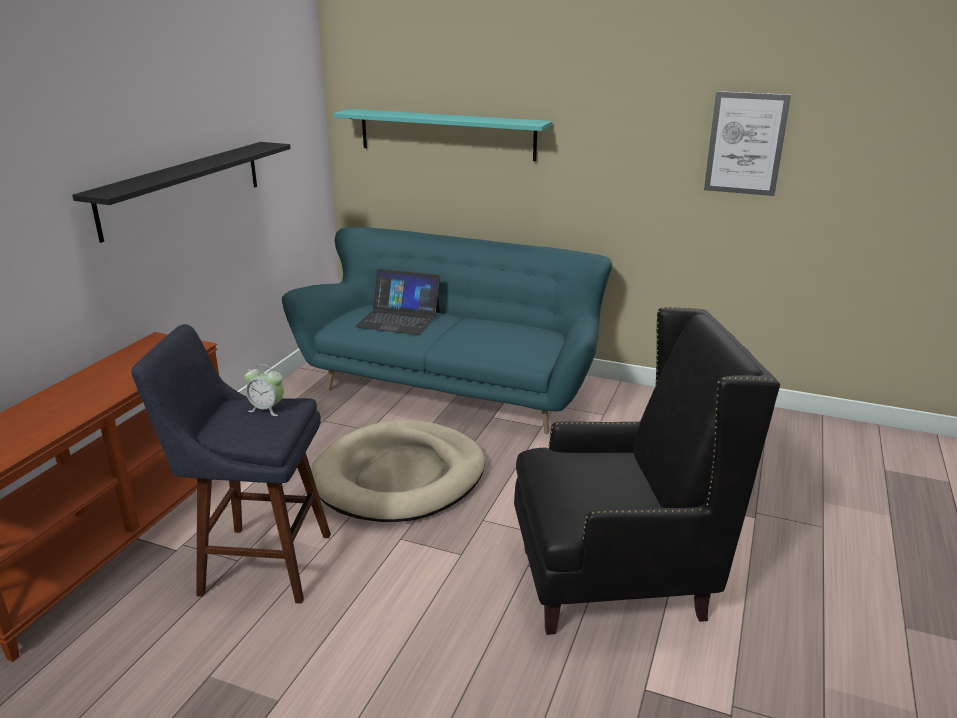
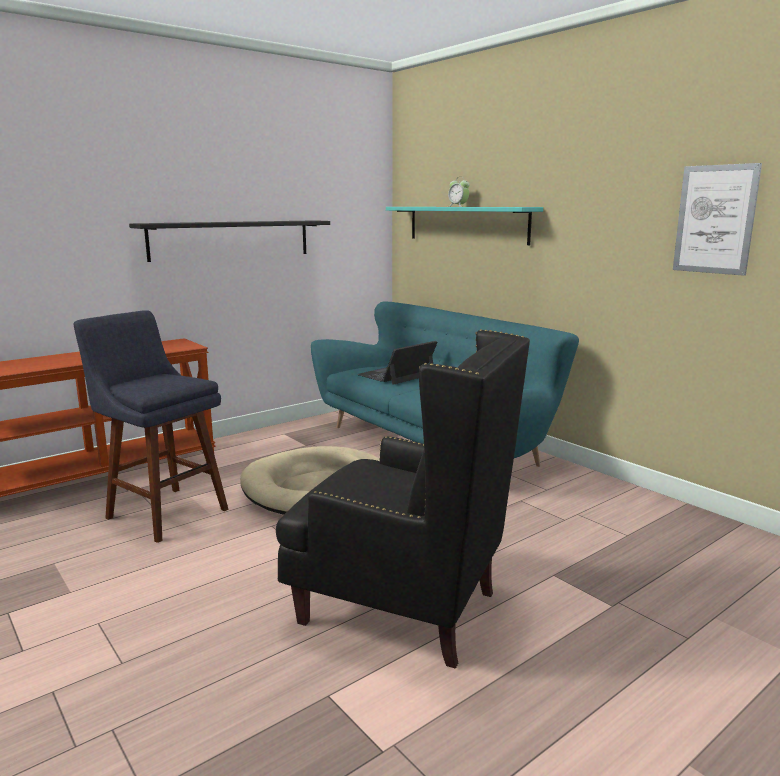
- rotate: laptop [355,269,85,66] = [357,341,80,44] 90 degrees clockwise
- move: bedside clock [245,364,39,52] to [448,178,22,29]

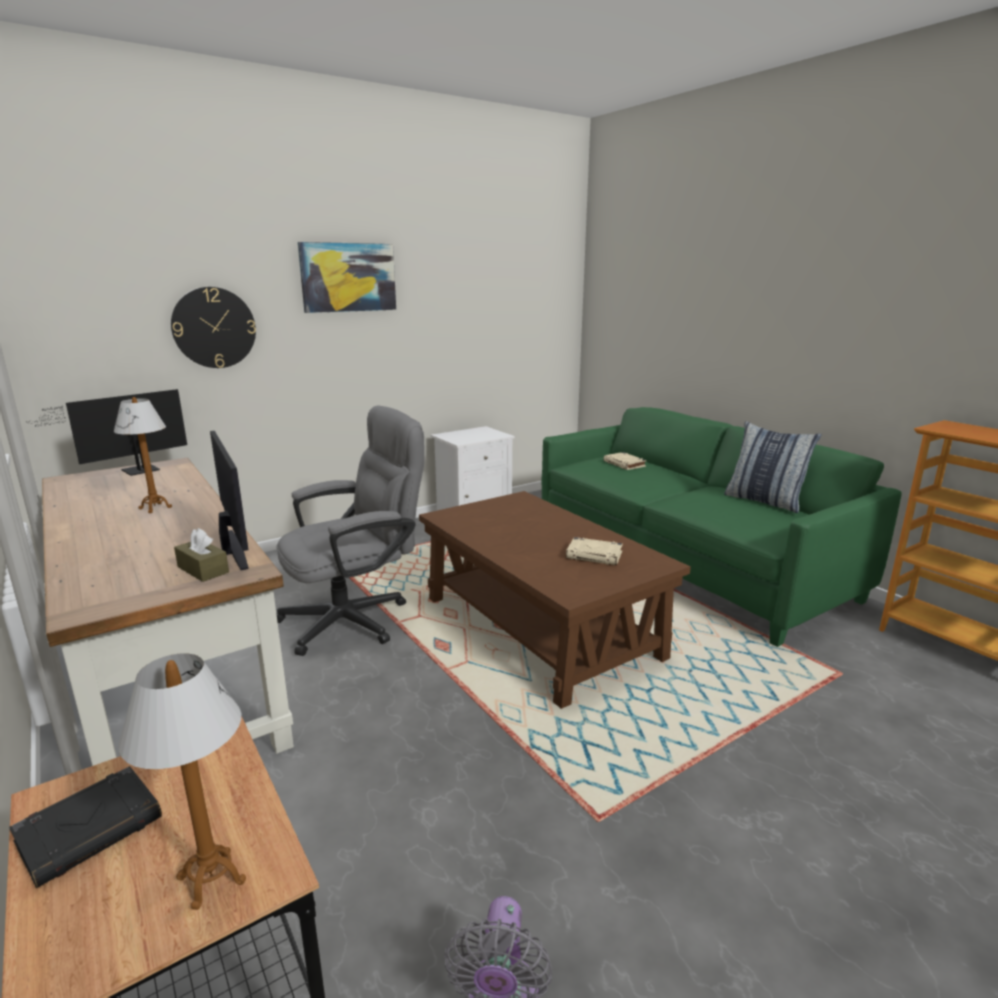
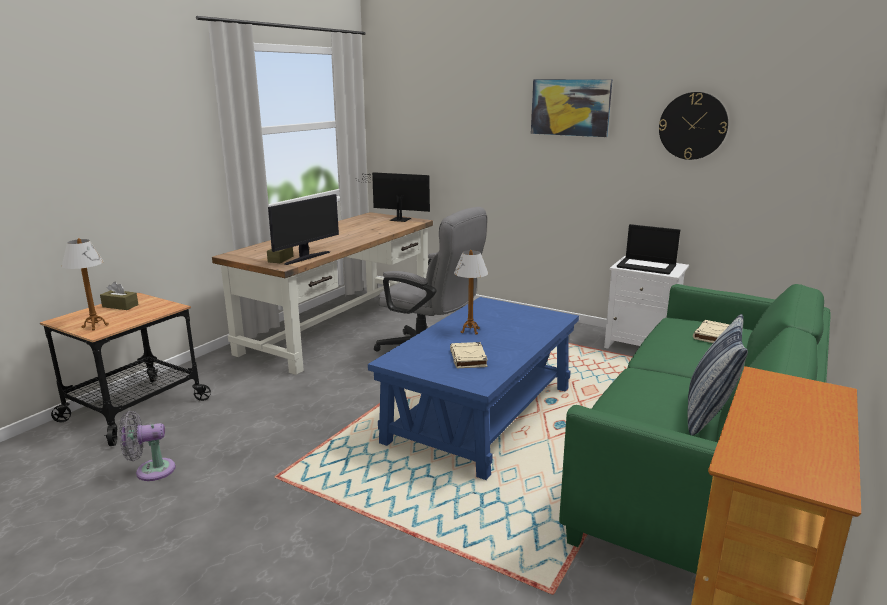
- replace: blackish bound book [9,766,153,122] to brown-coloured tissue holder [100,282,39,28]
- recolor: brown-coloured coffee table [419,491,272,218] to blue coffee table [368,297,211,183]
- move: table lamp [114,397,58,116] to [454,250,34,85]
- insert: laptop [617,224,63,51]
- move: hanging clock [171,287,85,81] to [659,92,69,68]

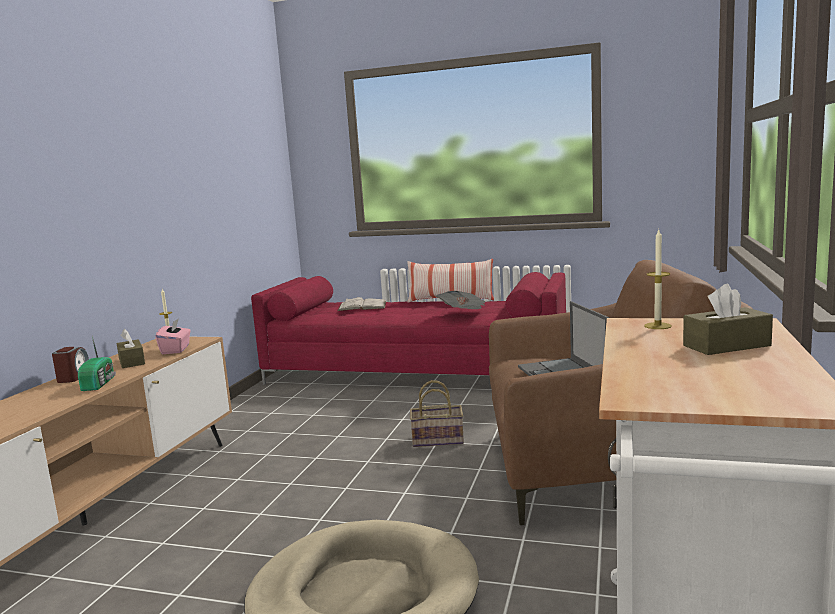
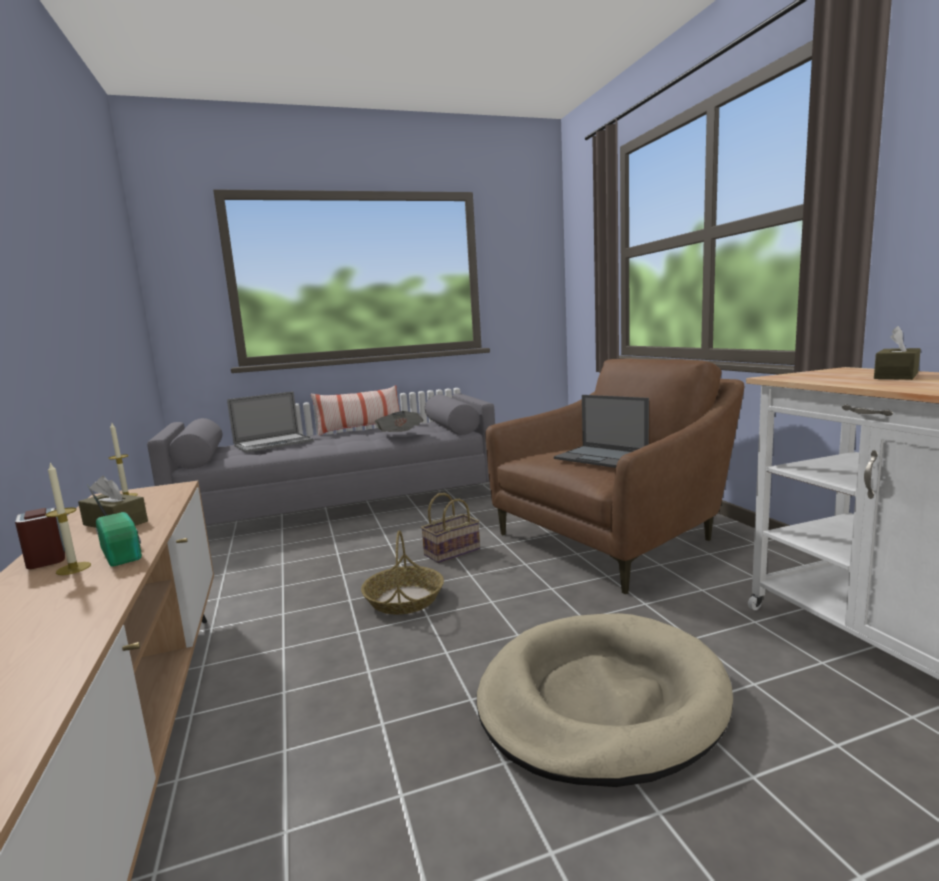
- move: candle [644,230,28,99] to [45,462,46,113]
- recolor: reddish couch [251,272,315,113] to gray couch [147,393,348,132]
- replace: white bound book [337,297,49,14] to laptop [227,391,87,62]
- insert: basket [361,530,83,85]
- delete: pink-coloured tissue holder [155,318,36,36]

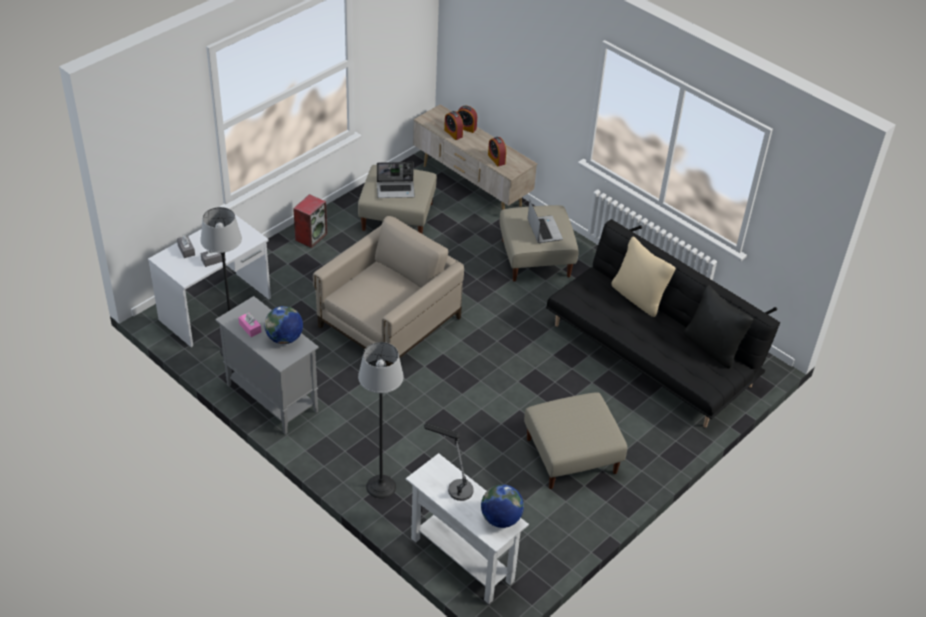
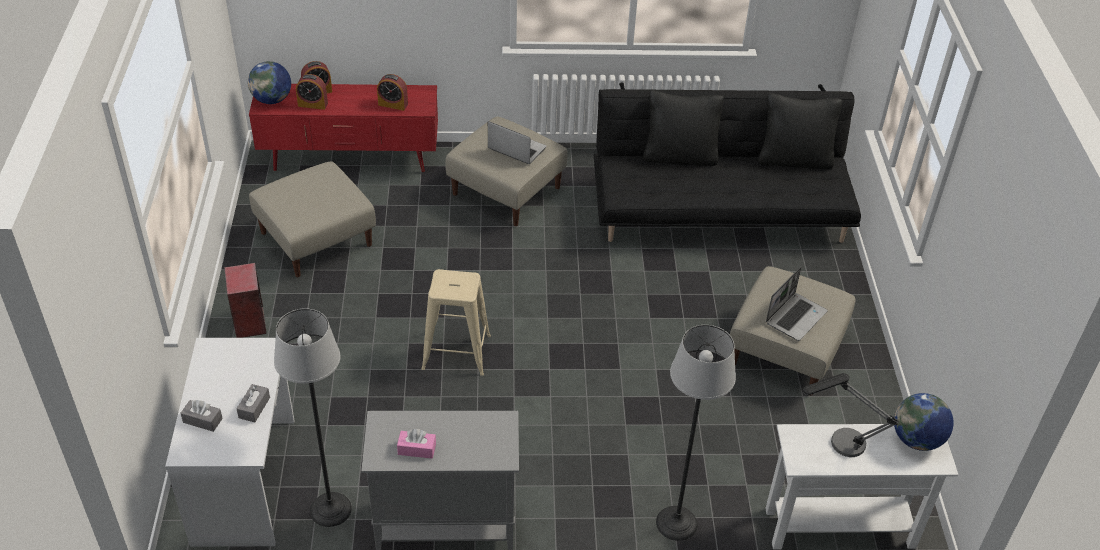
- move: world globe [265,306,38,38] to [248,61,43,43]
- recolor: beige-coloured media console [413,104,125,106] to reddish media console [249,84,189,88]
- replace: beige-coloured easy chair [313,216,151,150] to beige-coloured stool seat [422,269,69,107]
- recolor: beige-coloured cushion [611,236,65,81] to blackish cushion [643,90,81,76]
- move: laptop [377,162,38,36] to [766,267,62,74]

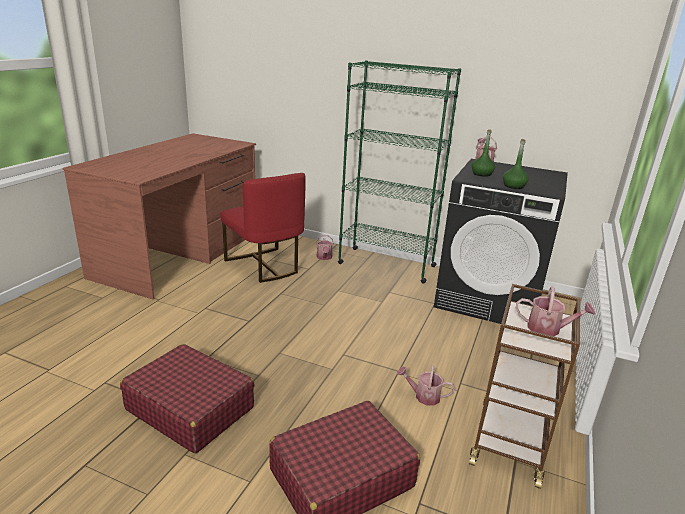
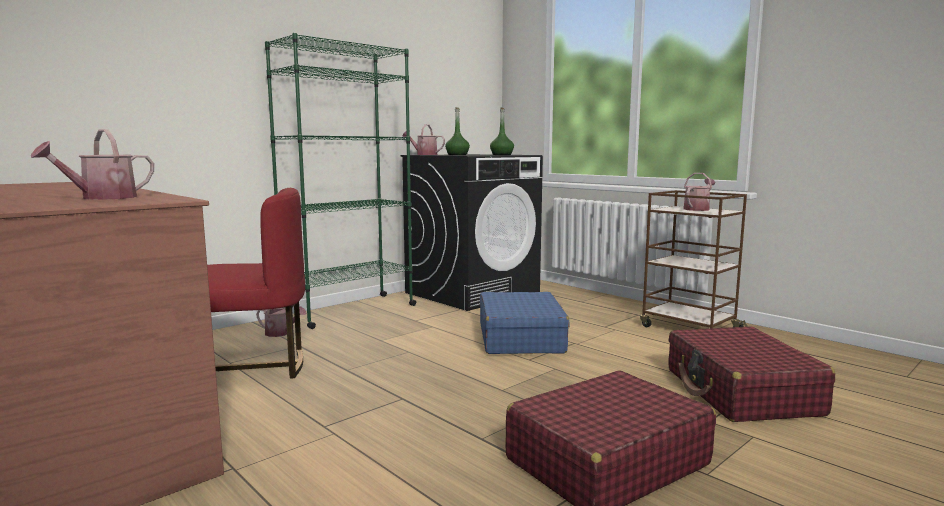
- move: watering pot [397,365,58,41] to [31,129,123,71]
- insert: blue suitcase [480,292,90,62]

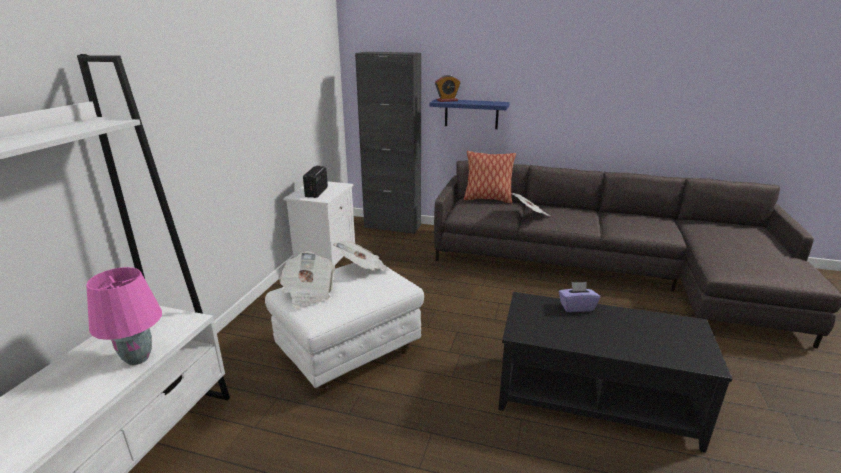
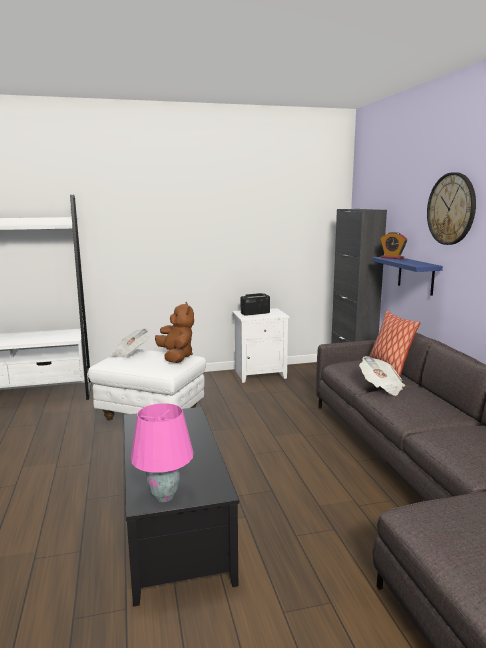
- move: pink-coloured table lamp [86,267,76,98] to [131,403,62,99]
- replace: daily paper [334,241,55,30] to brown-coloured soft toy [155,302,39,61]
- insert: hanging clock [427,172,49,73]
- delete: purple-coloured tissue holder [559,282,41,30]

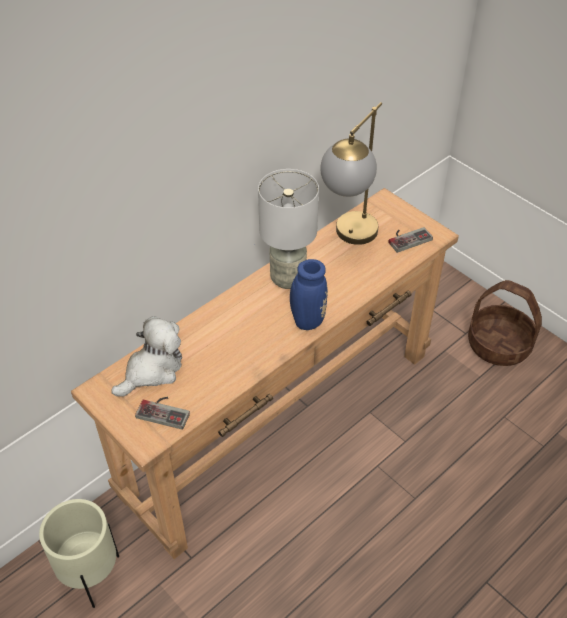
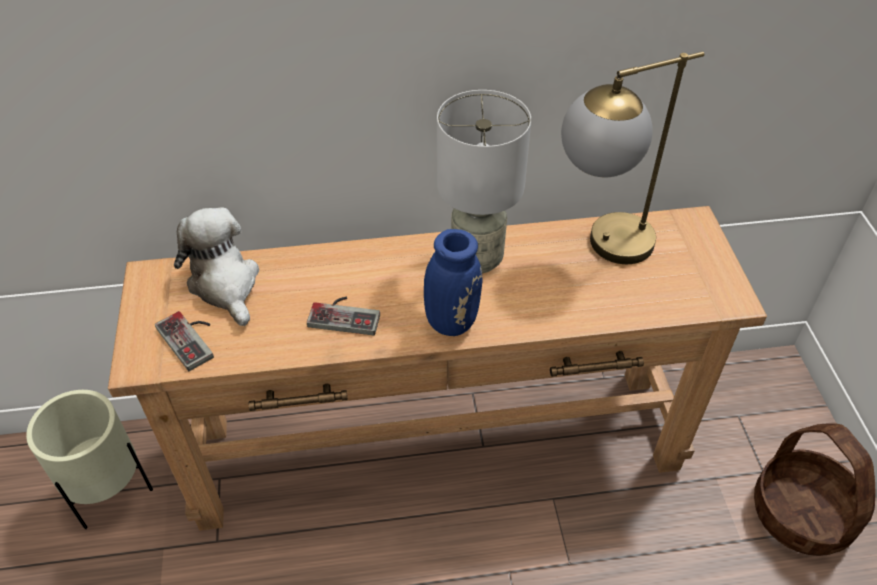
- rotate: soft toy [111,316,71,81] = [174,207,85,119] 105 degrees counterclockwise
- move: game controller [388,227,45,26] to [307,297,73,39]

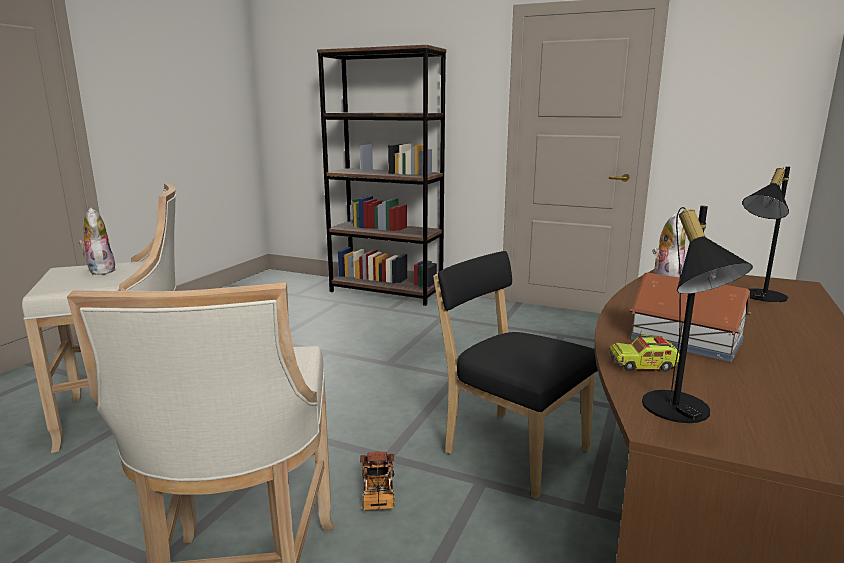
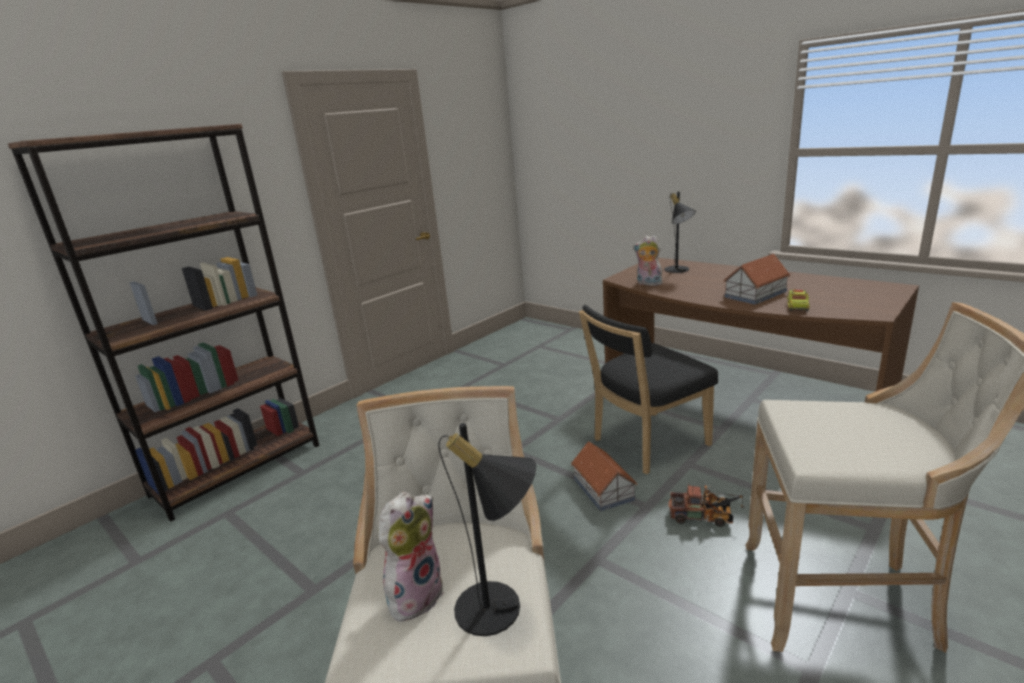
- rotate: soft toy [78,208,38,67] = [379,492,65,130] 135 degrees clockwise
- move: blackish table lamp [642,206,111,217] to [438,423,98,213]
- insert: miniature house [571,441,66,70]

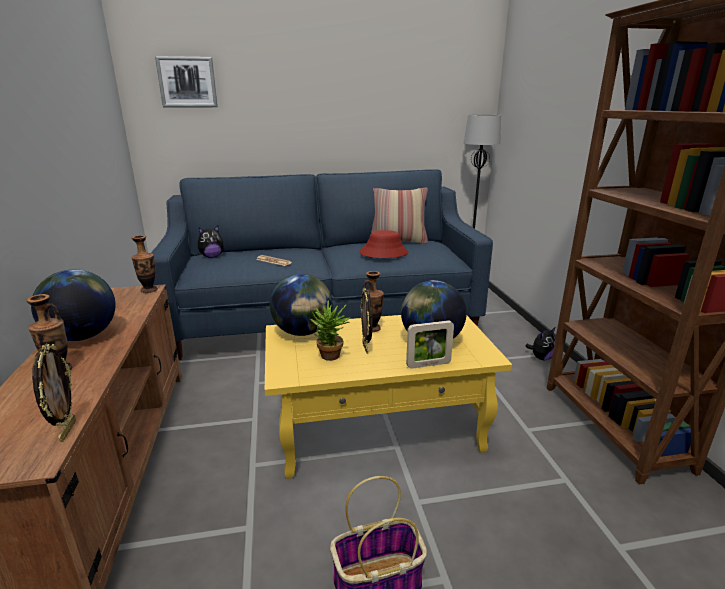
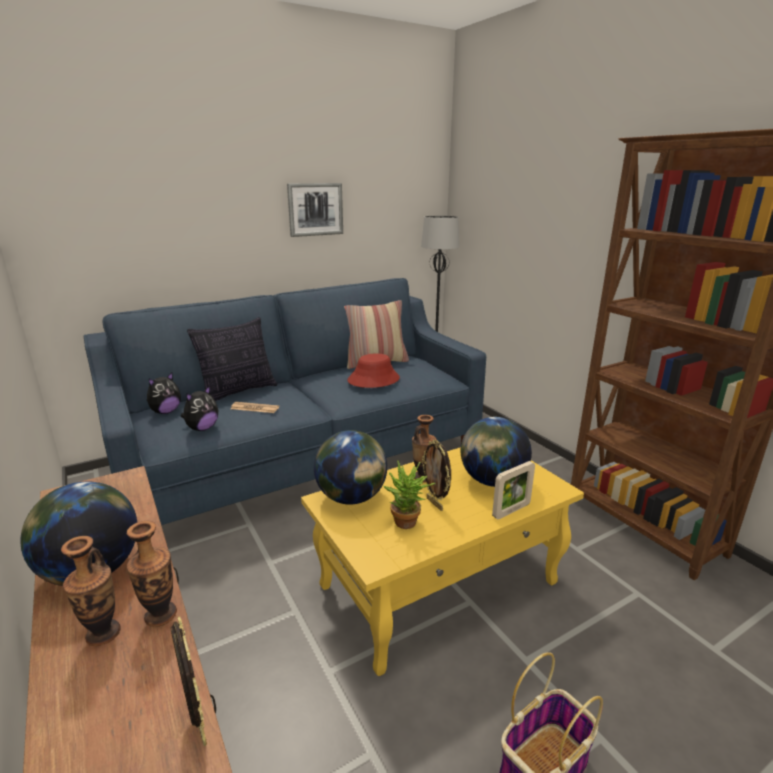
- move: decorative vase [131,235,27,58] to [127,521,50,106]
- move: soft toy [526,328,30,32] to [181,385,37,46]
- insert: cushion [187,317,90,84]
- move: wall picture [155,56,63,51] to [287,183,56,54]

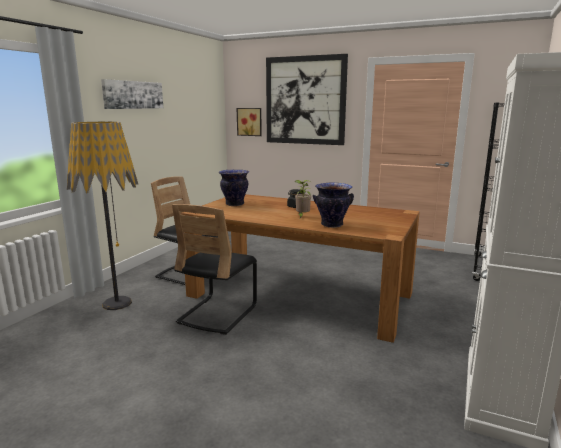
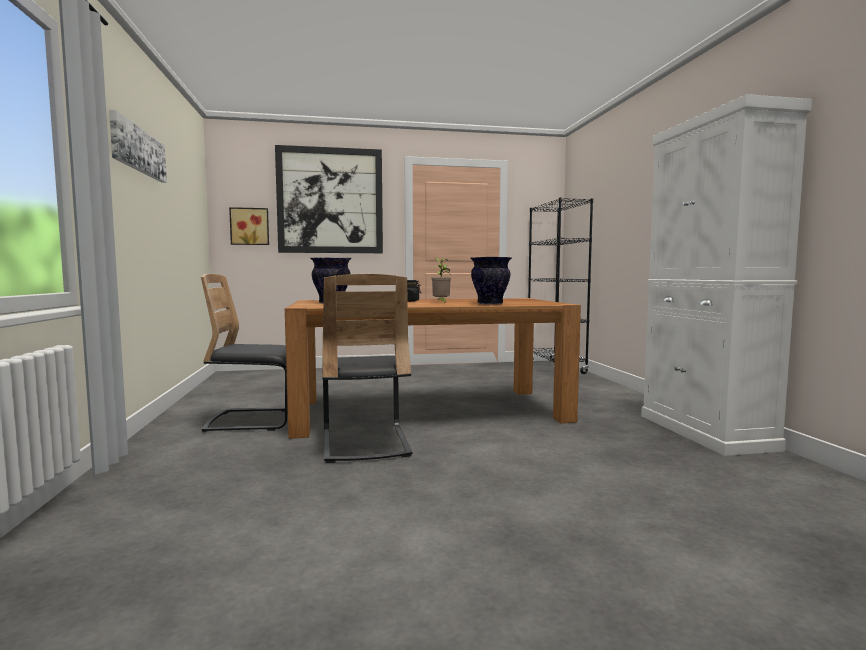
- delete: floor lamp [67,121,71,189]

